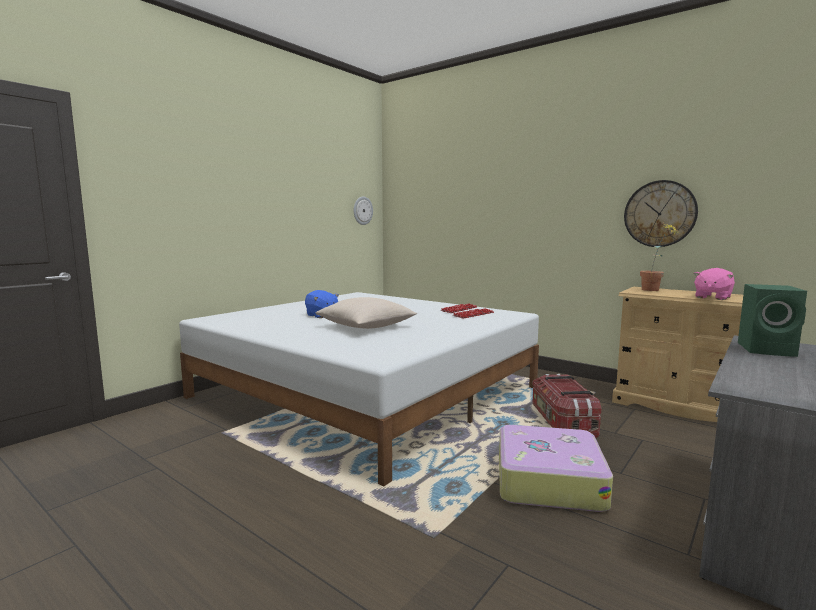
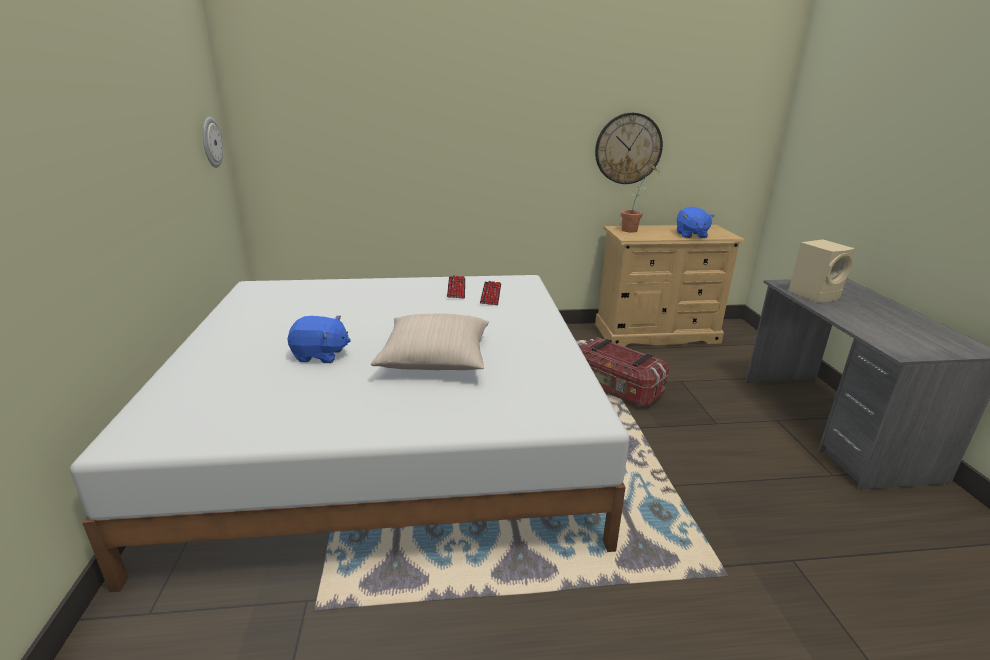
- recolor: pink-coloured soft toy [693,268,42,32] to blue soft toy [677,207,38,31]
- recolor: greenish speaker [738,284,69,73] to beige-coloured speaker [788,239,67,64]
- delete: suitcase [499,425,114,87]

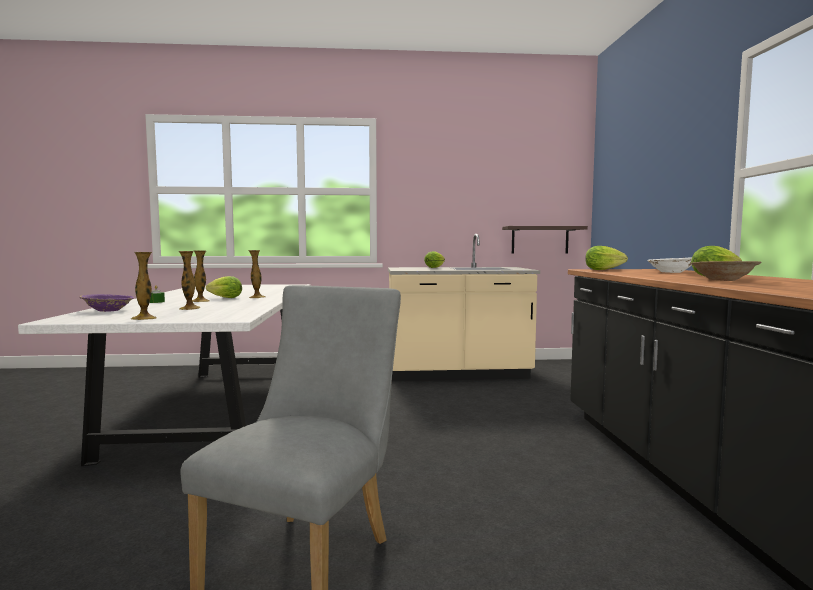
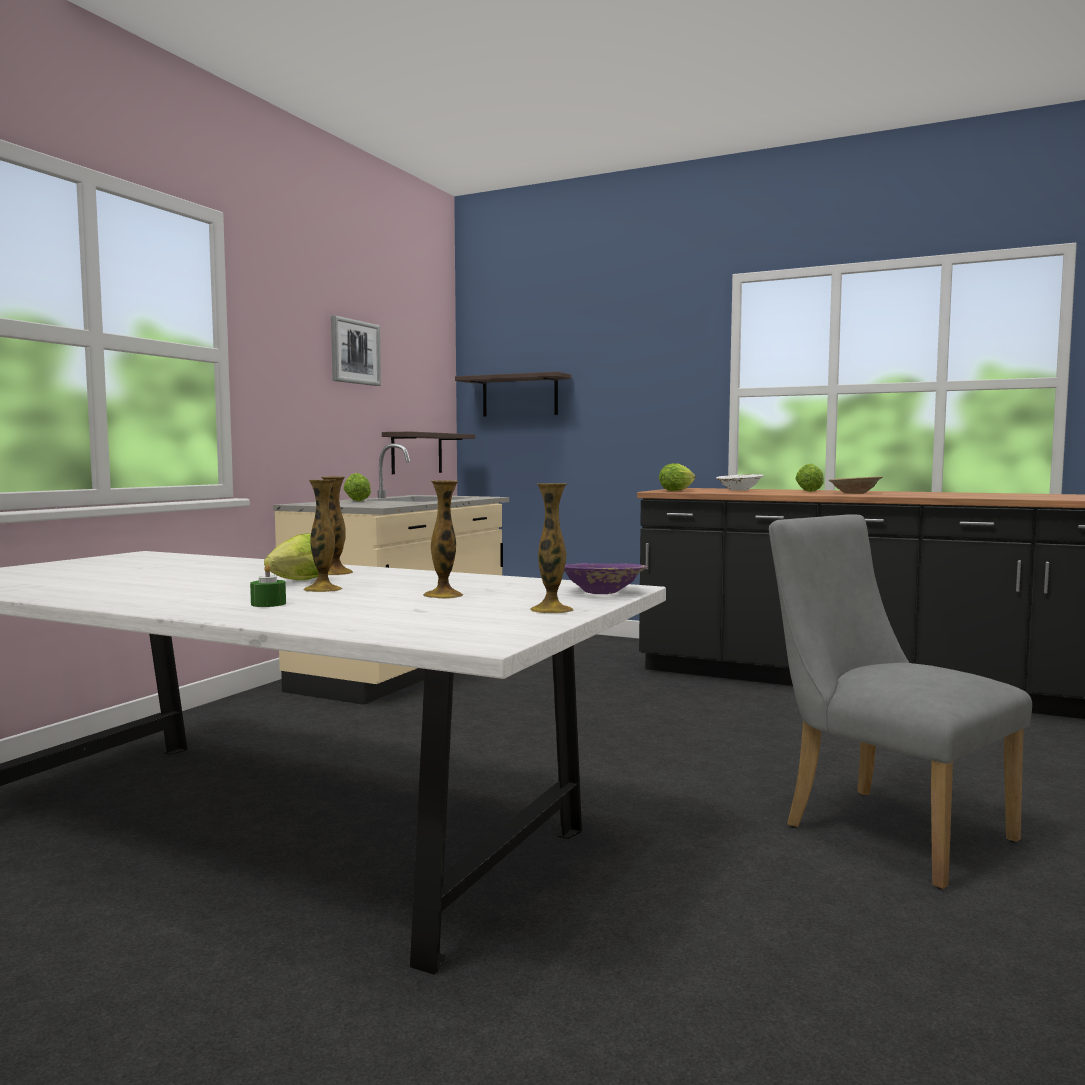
- insert: wall picture [331,315,50,71]
- insert: bracket shelf [455,372,116,45]
- move: purple-coloured deep dish [79,294,55,18] to [564,563,83,31]

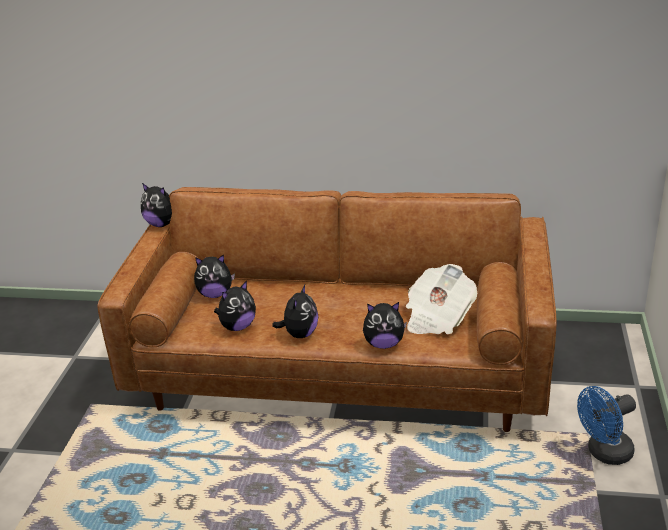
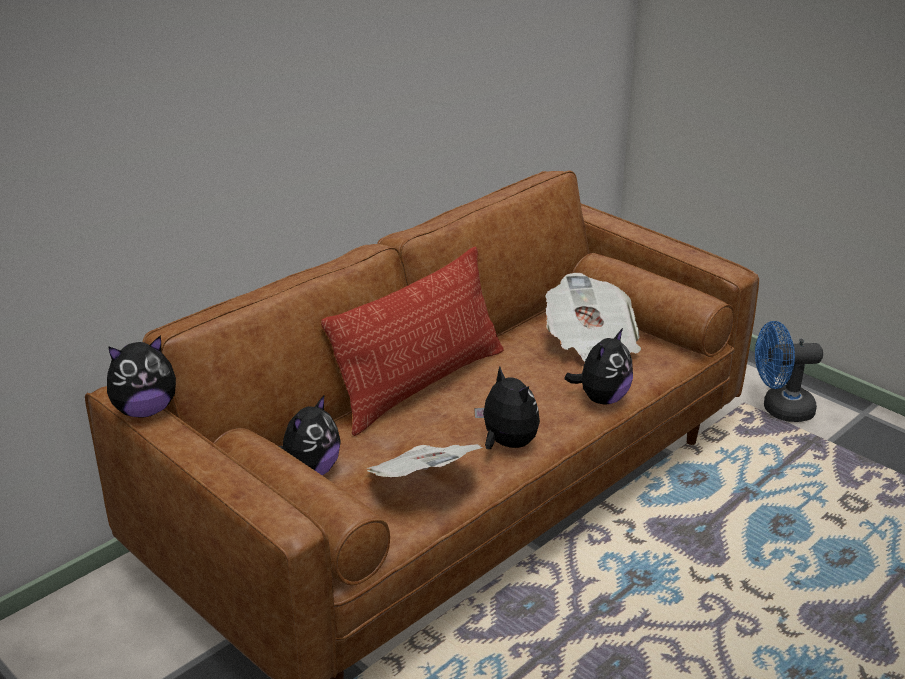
- insert: cushion [321,246,183,190]
- replace: soft toy [214,280,42,51] to daily paper [366,444,117,33]
- rotate: blue cooling fan [577,386,59,79] = [755,321,68,101] 75 degrees clockwise

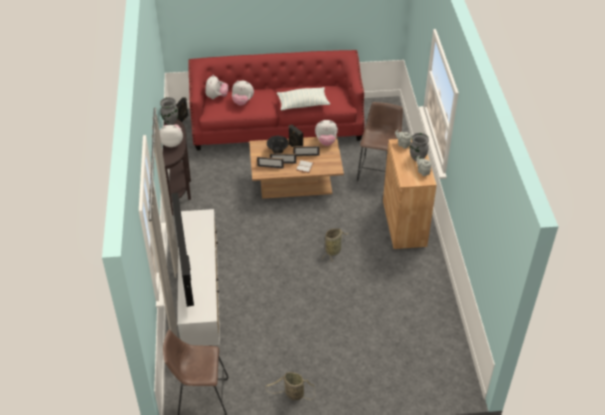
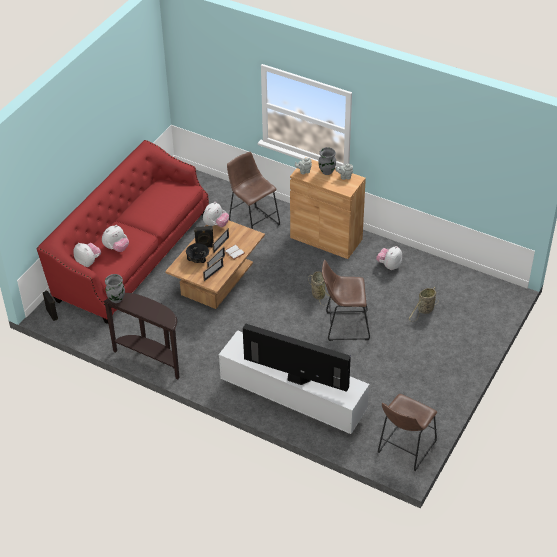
- insert: brown-coloured stool seat [322,260,48,81]
- move: soft toy [159,125,24,22] to [376,246,26,24]
- move: basket [266,372,49,28] to [408,287,30,35]
- delete: cushion [277,87,53,24]

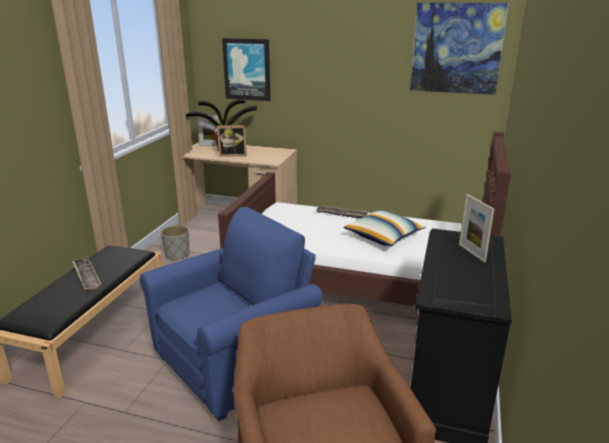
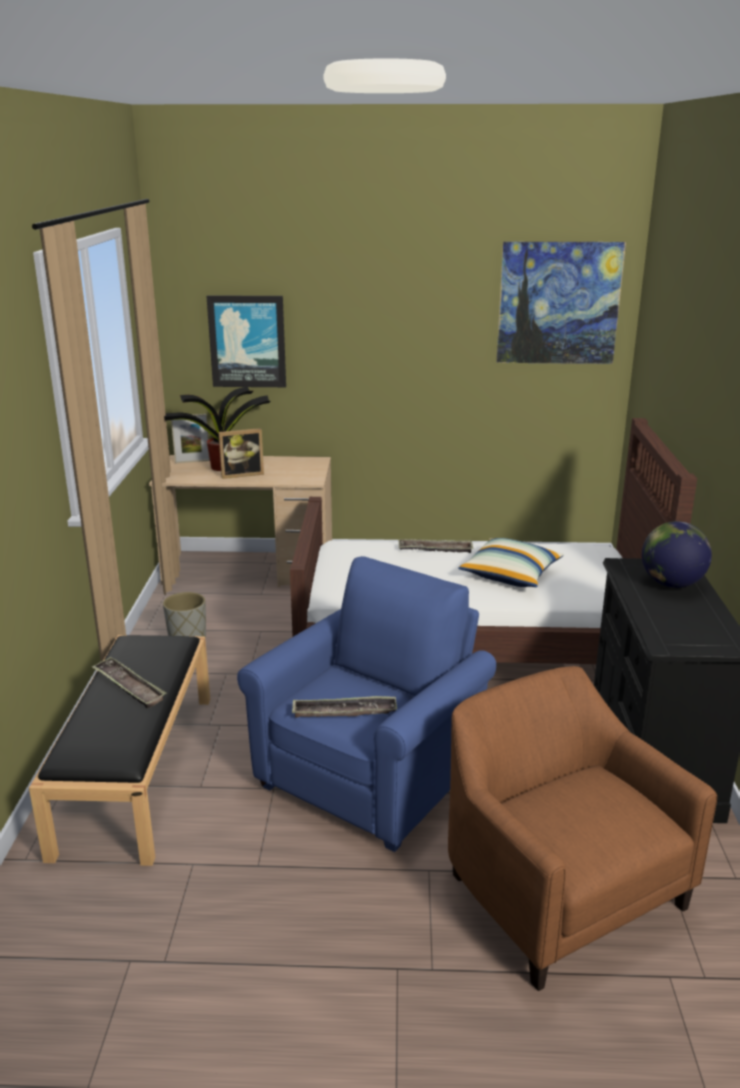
- insert: carrying tray [292,696,105,22]
- replace: photo frame [459,194,35,68] to world globe [642,521,70,67]

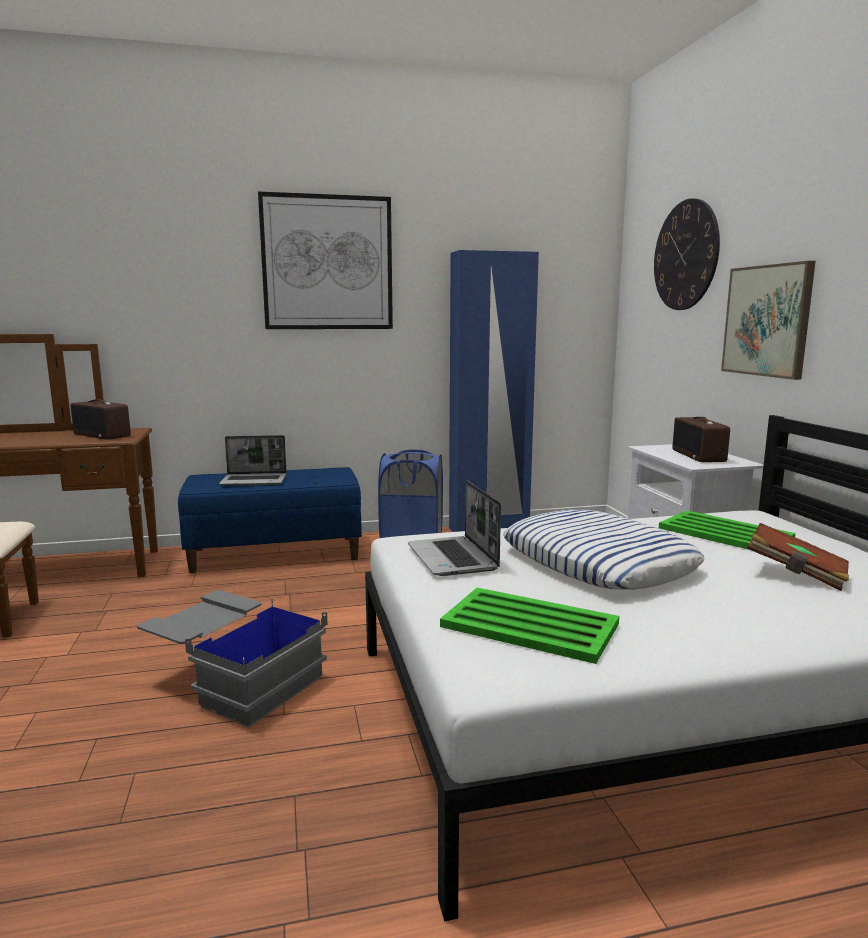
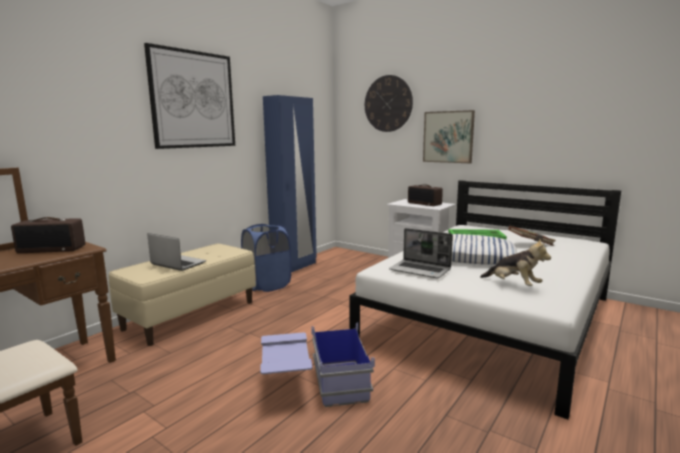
- recolor: blue long seat [178,467,184,106] to beige-coloured long seat [109,243,147,103]
- rotate: laptop [219,435,68,51] = [147,233,59,38] 105 degrees counterclockwise
- recolor: gray storage box [137,590,191,138] to blue storage box [260,322,115,85]
- replace: greenish carrying tray [440,588,179,76] to soft toy [480,239,71,47]

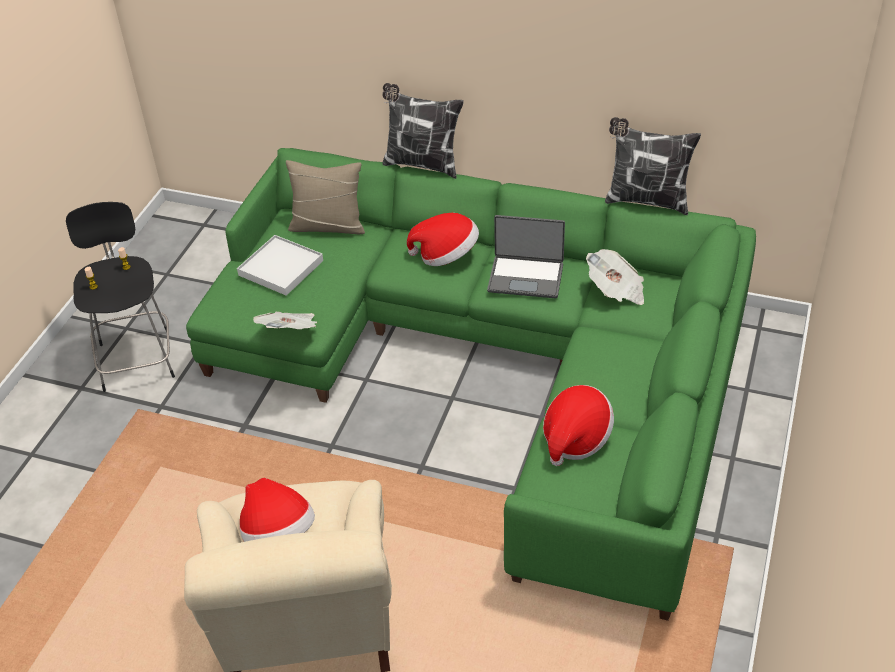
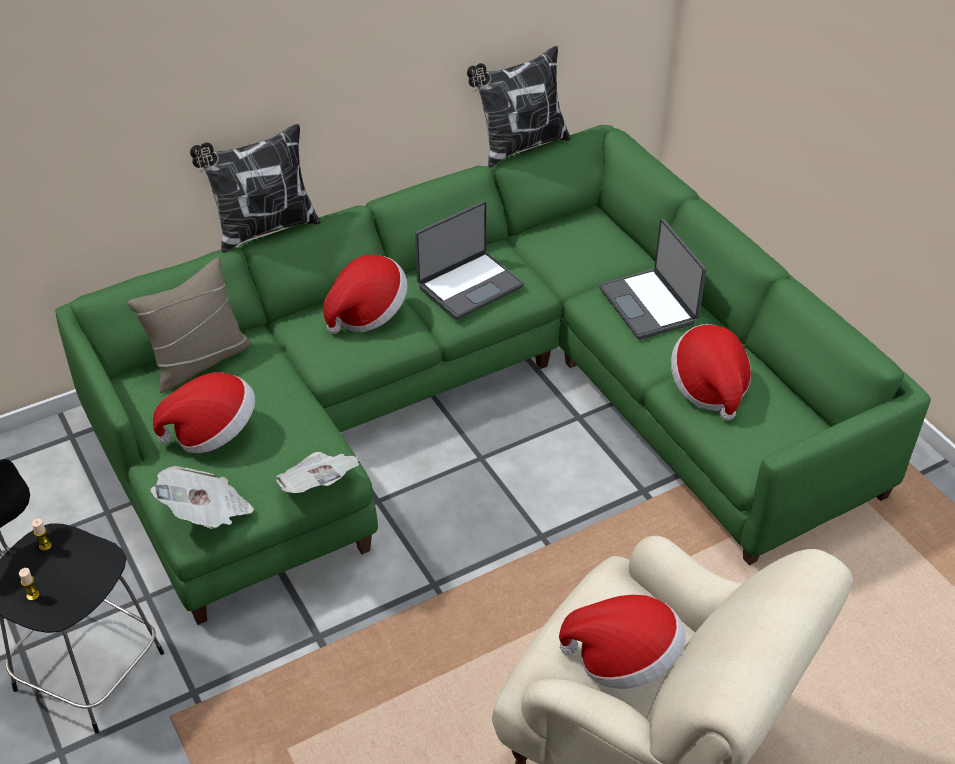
- move: daily paper [586,249,58,56] to [150,466,104,63]
- replace: white carrying tray [237,235,86,61] to wearable hat [153,372,102,81]
- insert: laptop [599,219,107,121]

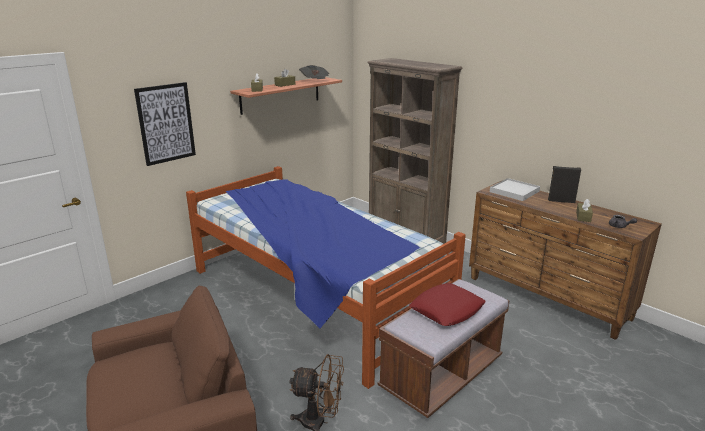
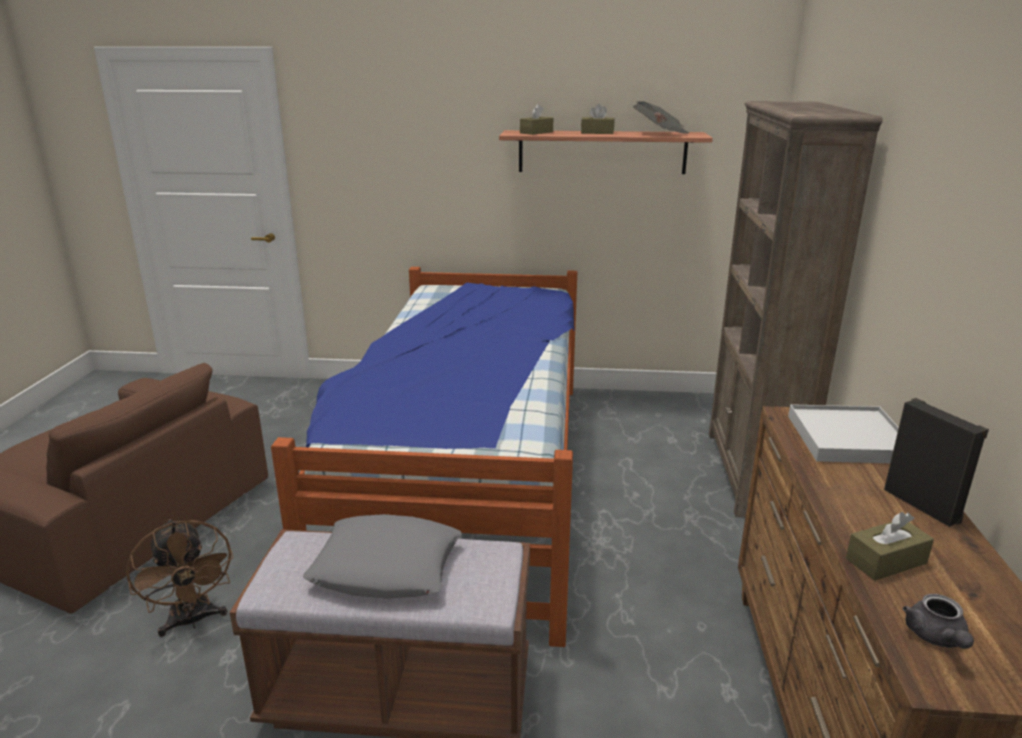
- recolor: reddish cushion [409,283,76,43] to gray cushion [303,514,159,85]
- delete: wall picture [134,82,62,84]

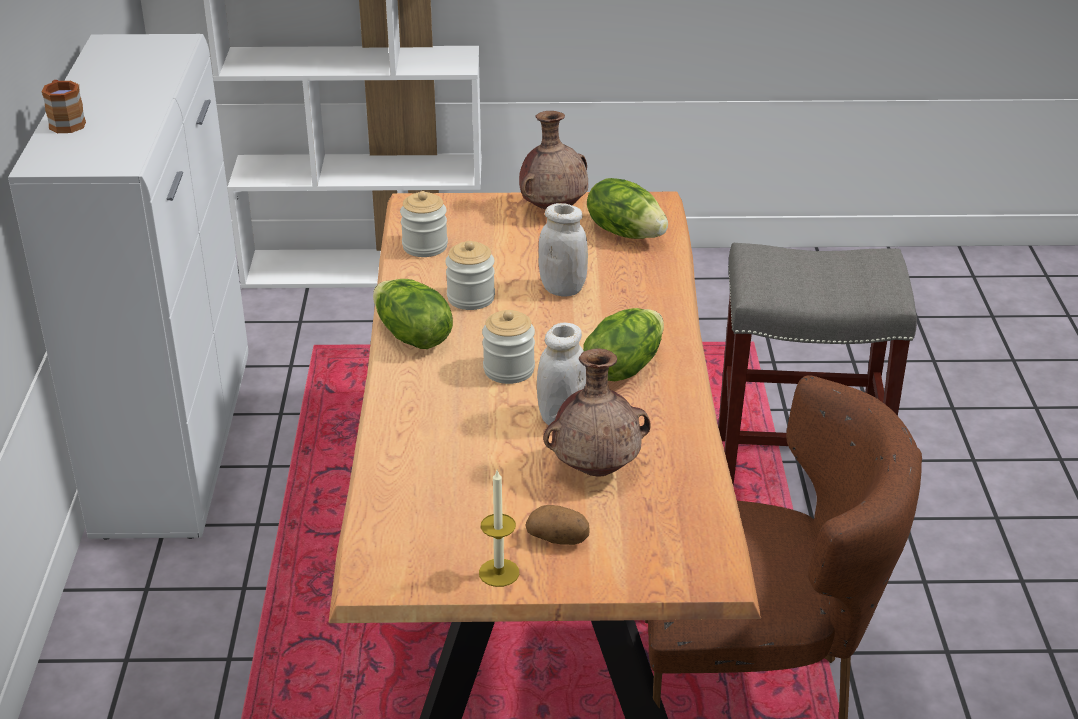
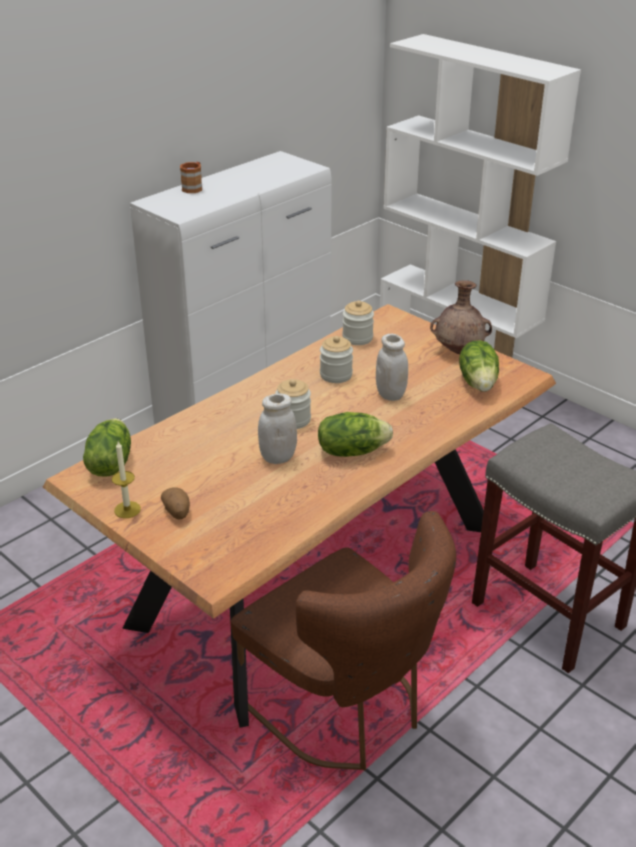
- move: lettuce head [373,279,80,70] to [83,418,48,59]
- delete: brown-coloured decorative vase [543,348,108,129]

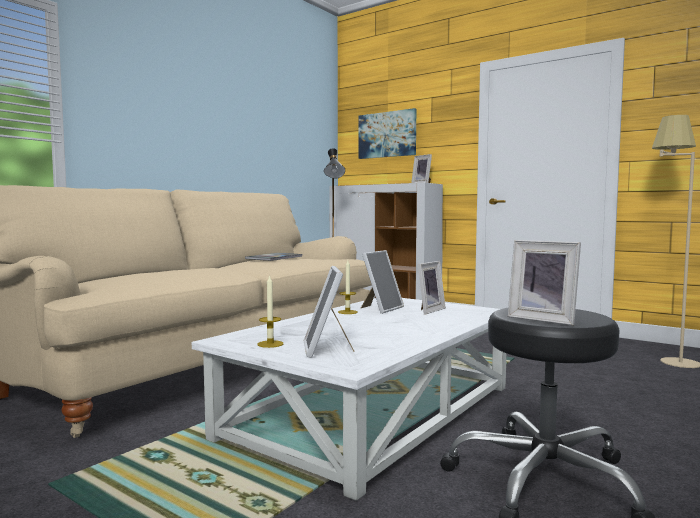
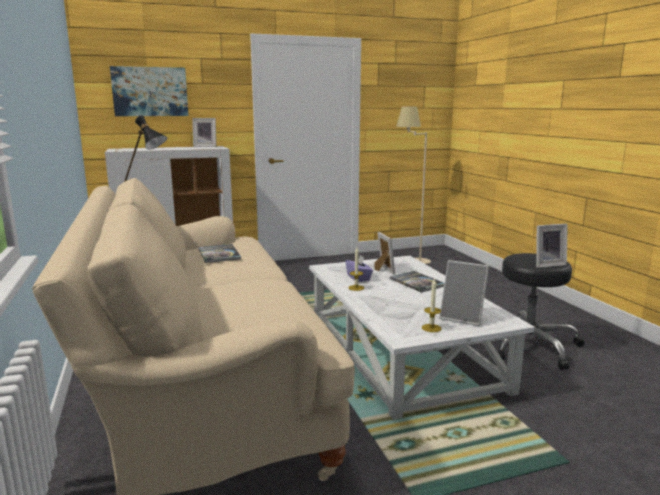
- replace: photo frame [361,250,43,64] to purple-coloured tissue holder [346,255,27,27]
- insert: bound book [390,271,54,22]

